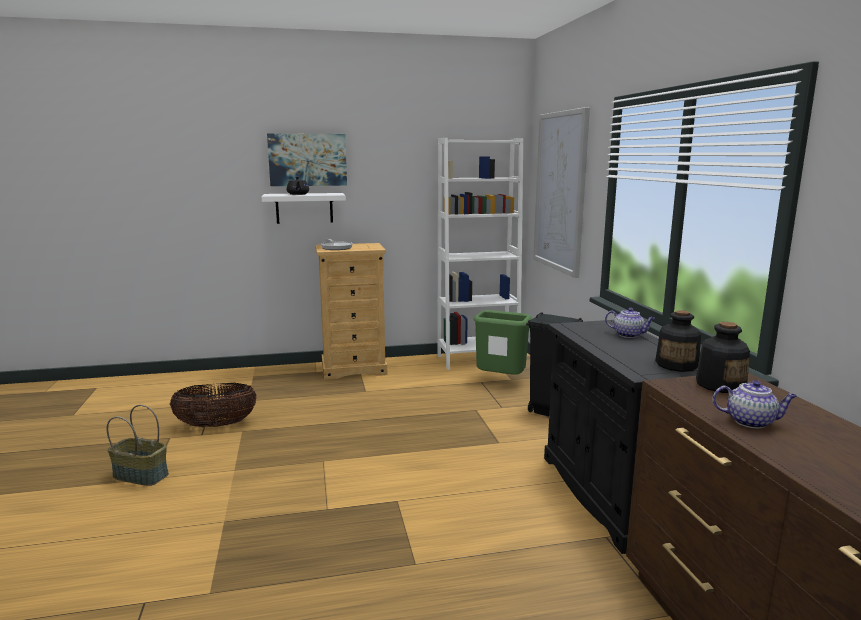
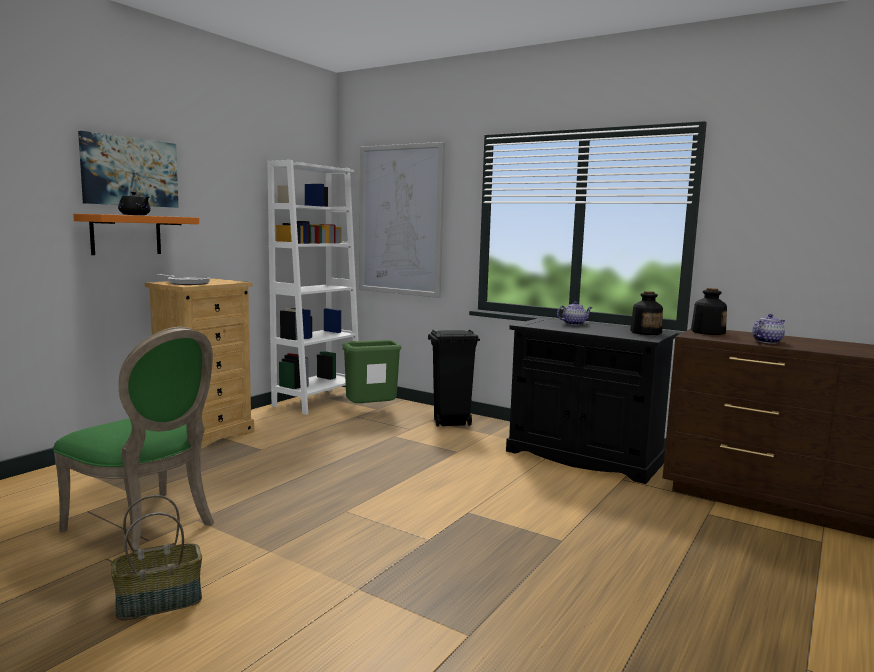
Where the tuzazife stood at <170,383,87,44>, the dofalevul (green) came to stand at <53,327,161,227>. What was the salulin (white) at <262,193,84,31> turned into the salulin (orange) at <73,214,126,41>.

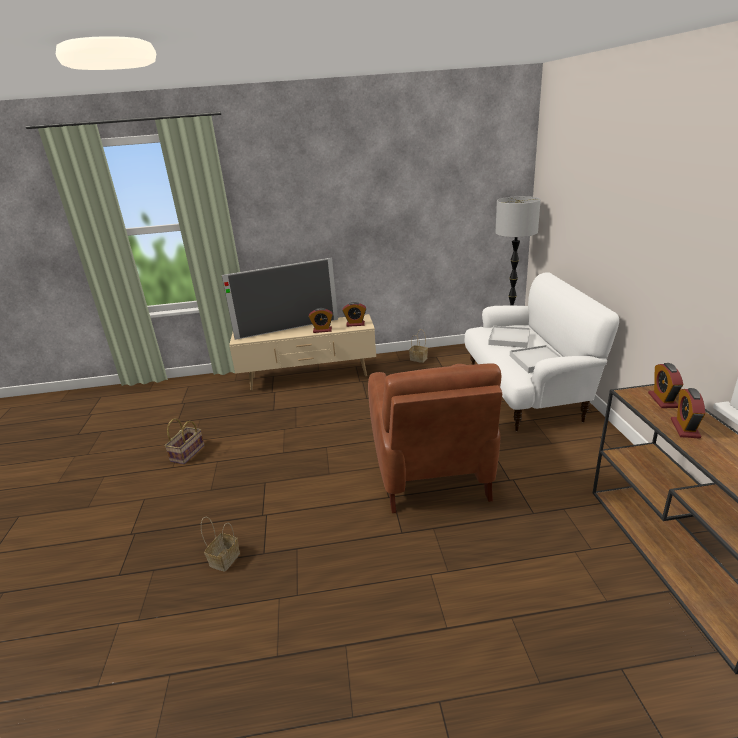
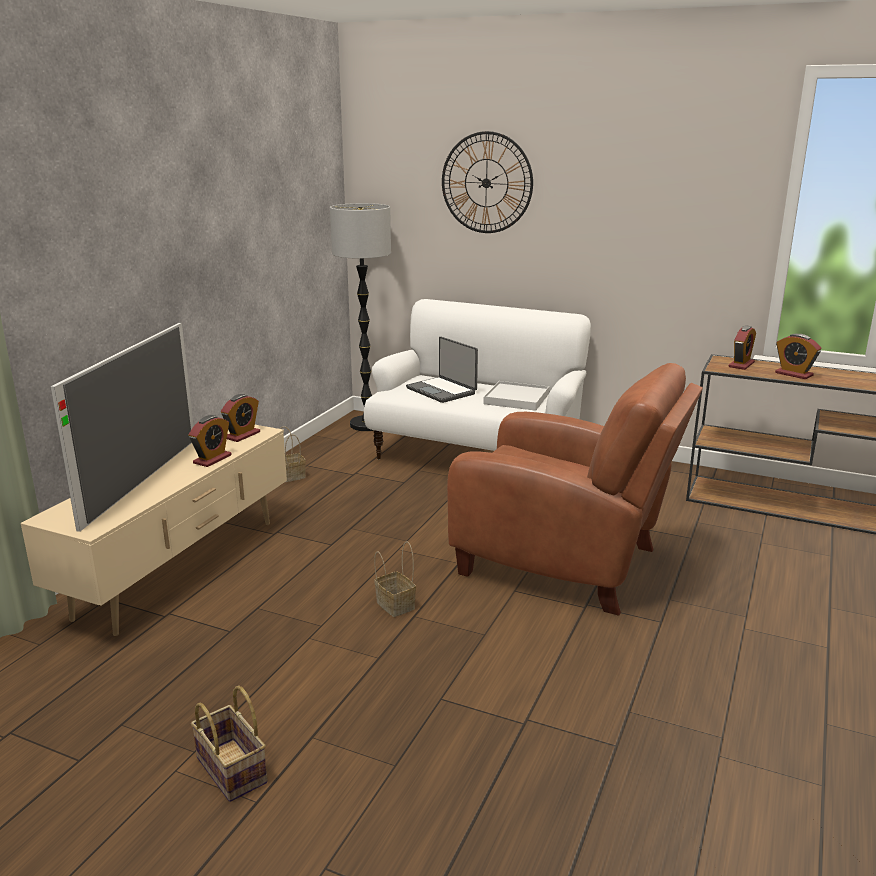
The tuzazife ended up elsewhere, having gone from <201,517,39,55> to <374,542,42,75>. Where the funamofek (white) stood at <488,326,42,22>, the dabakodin came to stand at <406,337,72,66>. The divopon at <648,363,35,45> ended up facing another way, 90 degrees counterclockwise from before. The second view gained the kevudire at <442,131,91,102>.

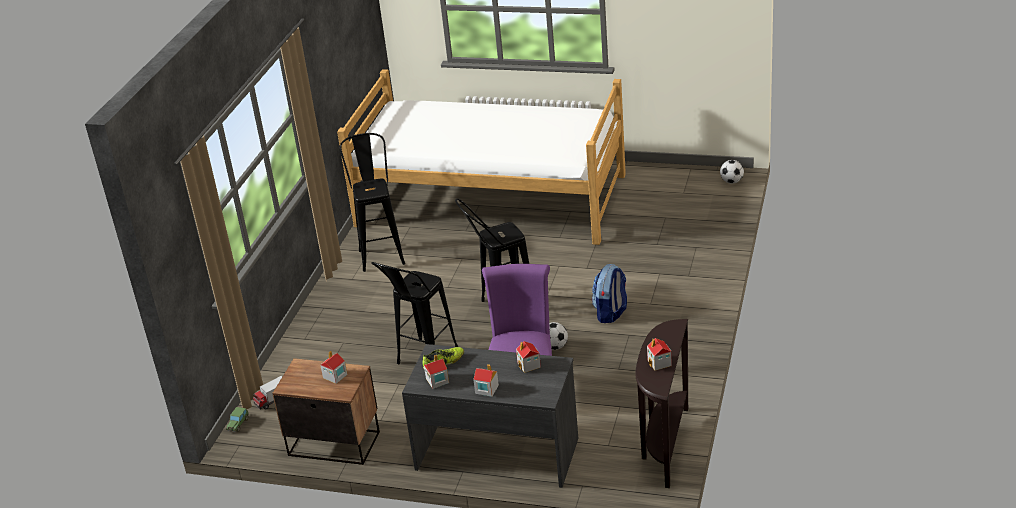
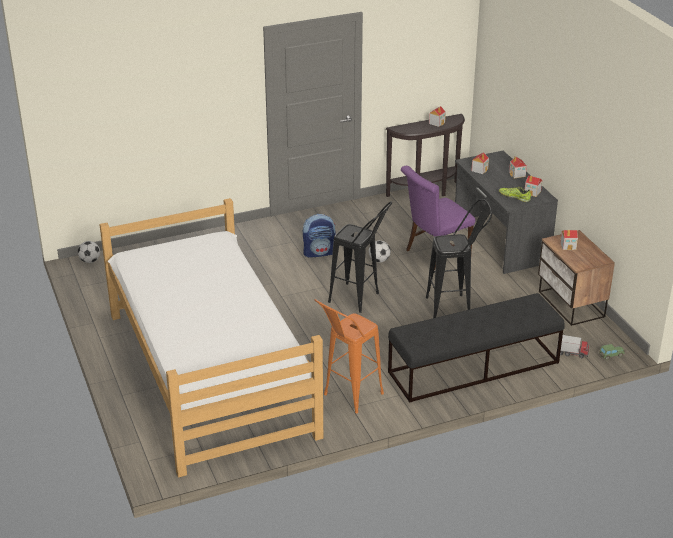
What was the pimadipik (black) at <340,133,65,139> turned into the pimadipik (orange) at <314,299,70,114>. The second view gained the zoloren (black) at <388,293,177,110>.

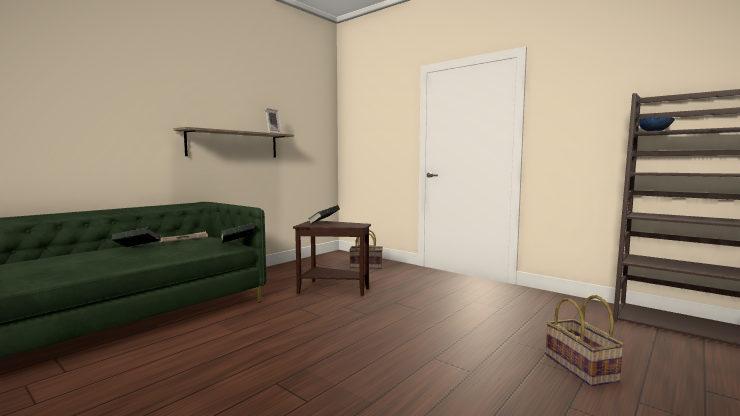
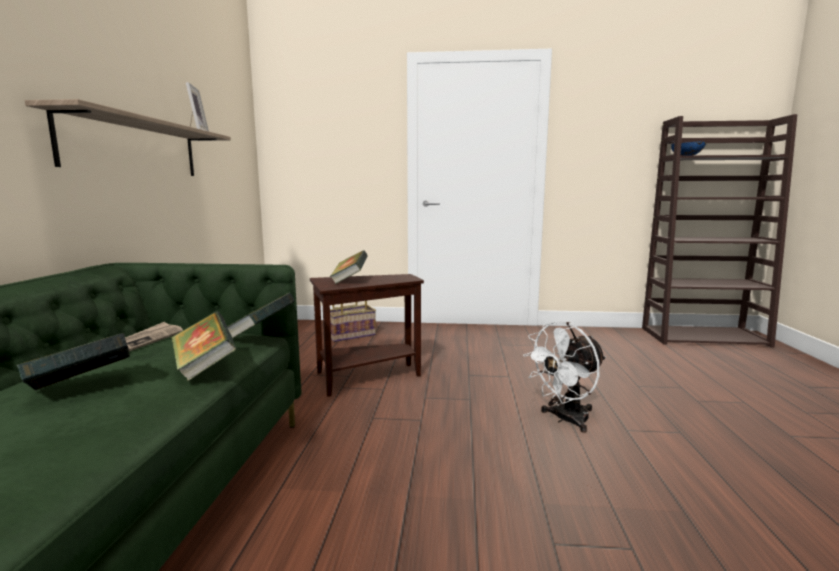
The second view lost the tuzazife at <546,295,78,92>. The second view gained the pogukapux at <171,311,66,70>. The second view gained the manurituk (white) at <523,321,83,112>.

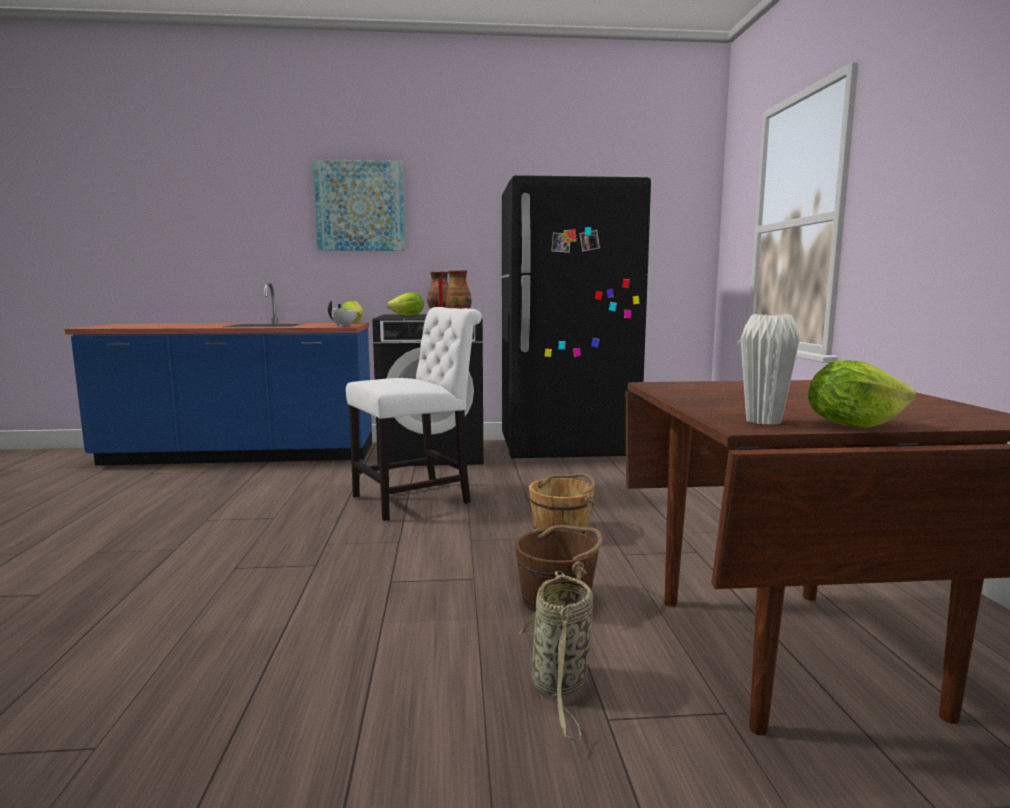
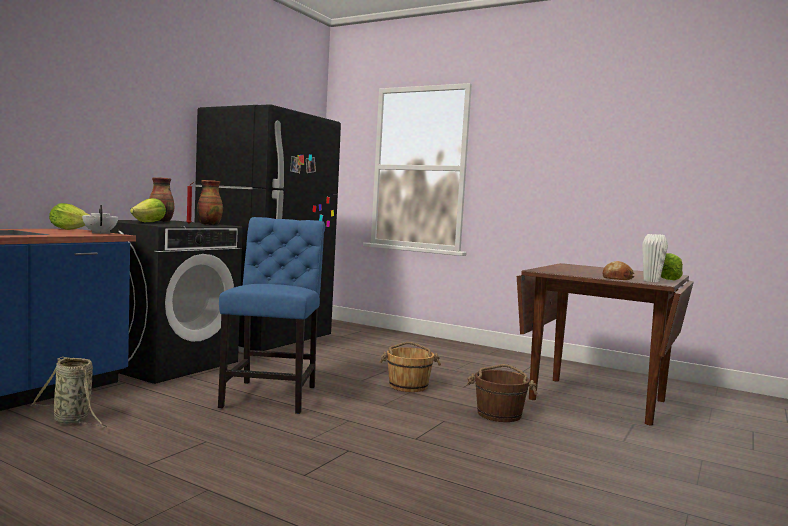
The second view lost the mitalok at <313,159,92,92>. What was the dofalevul (white) at <346,307,135,214> turned into the dofalevul (blue) at <218,217,107,197>. The tuzazife ended up elsewhere, having gone from <518,571,75,169> to <30,357,77,70>. The second view gained the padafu at <603,261,31,19>.

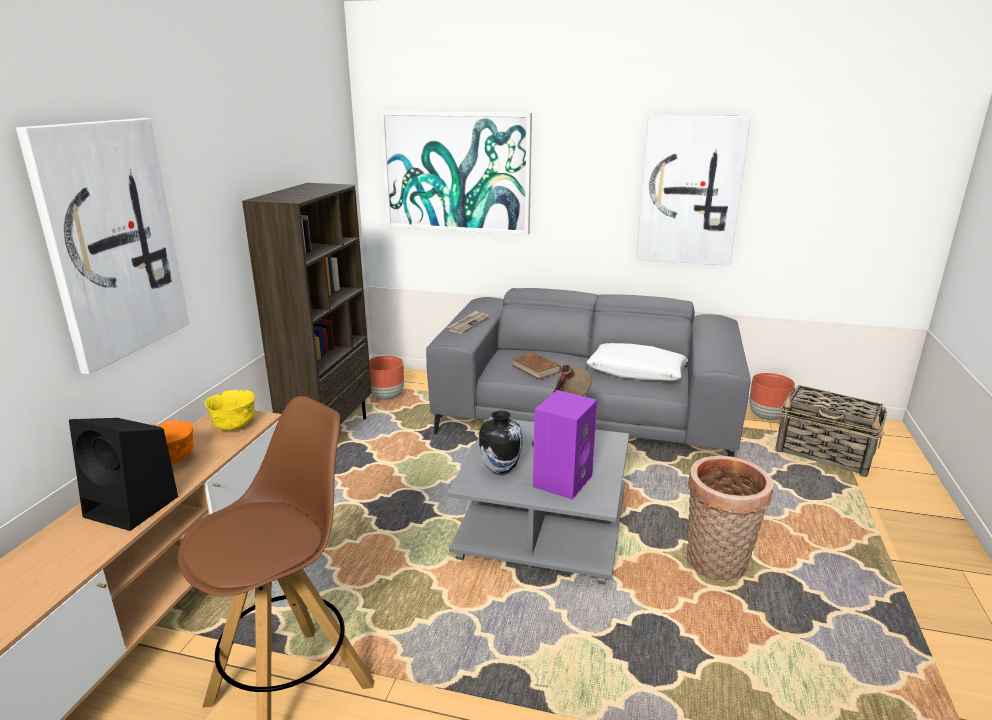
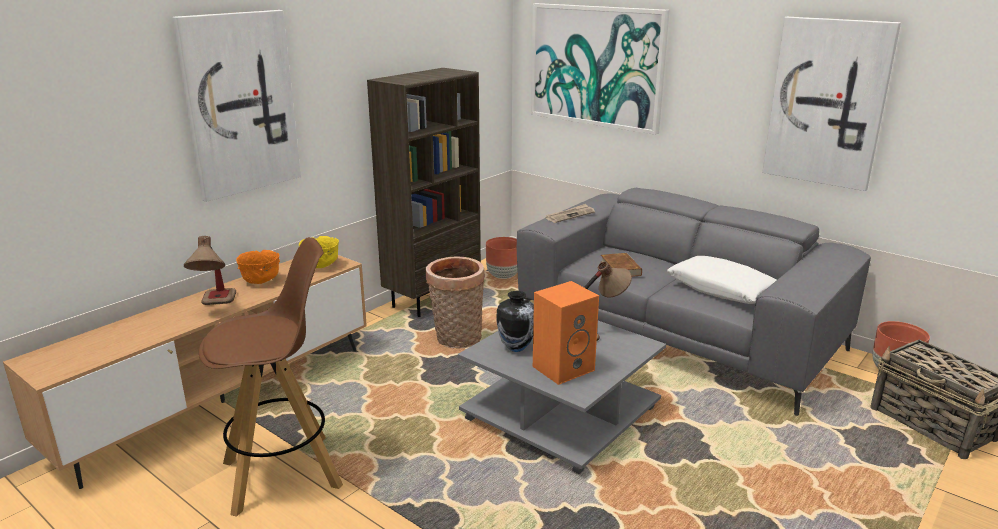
Where the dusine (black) stood at <69,418,109,113>, the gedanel came to stand at <184,236,52,69>. What was the dusine (purple) at <533,390,64,110> turned into the dusine (orange) at <533,281,66,104>. The tuzazife ended up elsewhere, having gone from <686,456,88,126> to <426,256,59,93>.

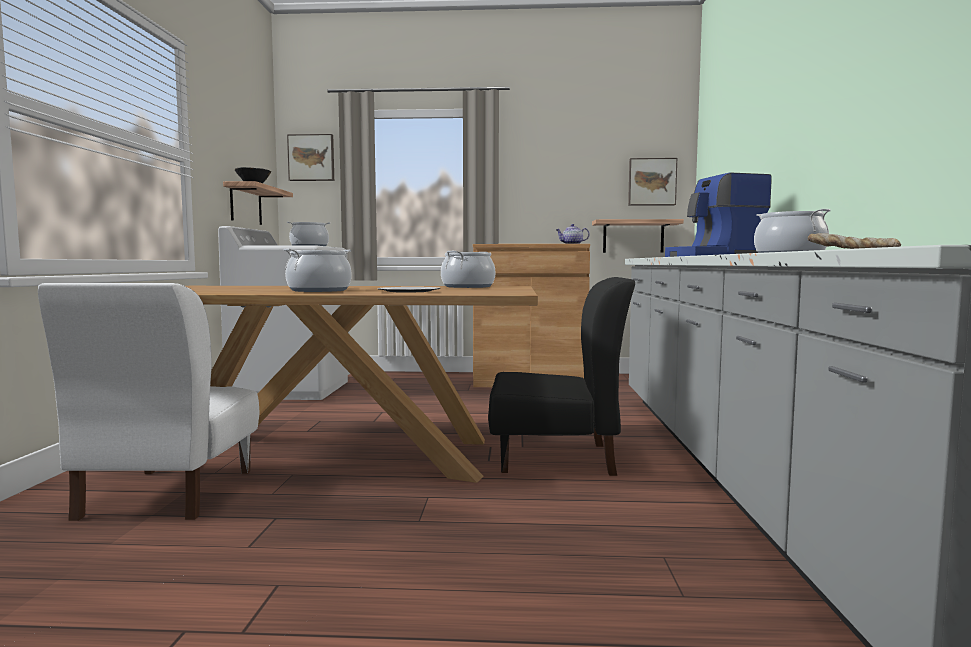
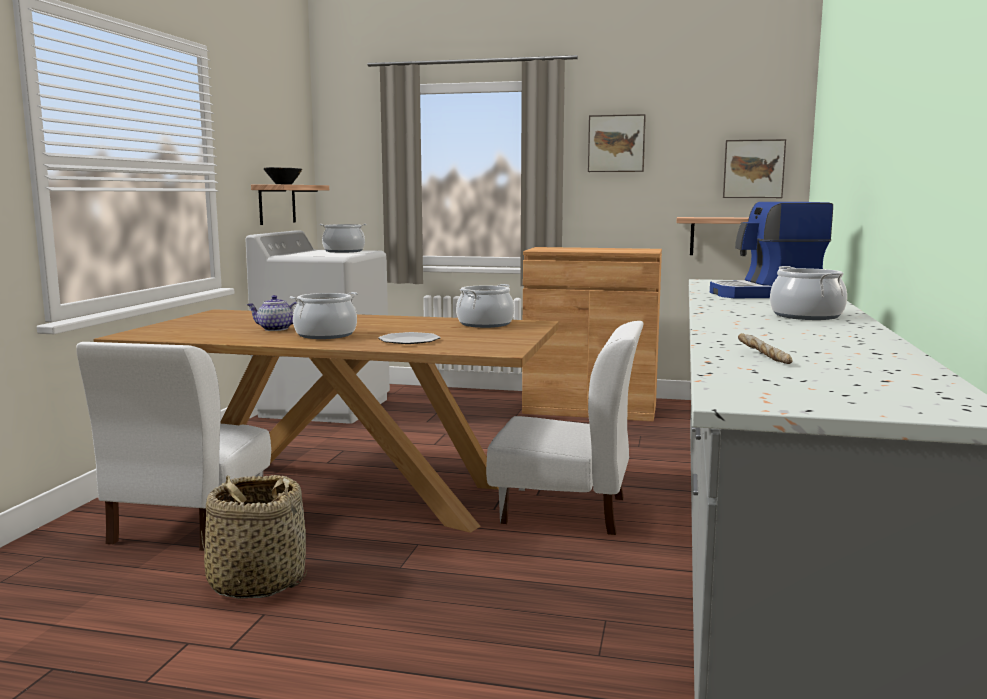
The mitalok ended up elsewhere, having gone from <287,134,47,47> to <588,114,58,58>. What was the dofalevul (black) at <488,277,147,199> turned into the dofalevul (white) at <486,321,157,214>. The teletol ended up elsewhere, having gone from <556,224,33,20> to <247,295,49,36>. The second view gained the tuzazife at <201,475,106,124>.

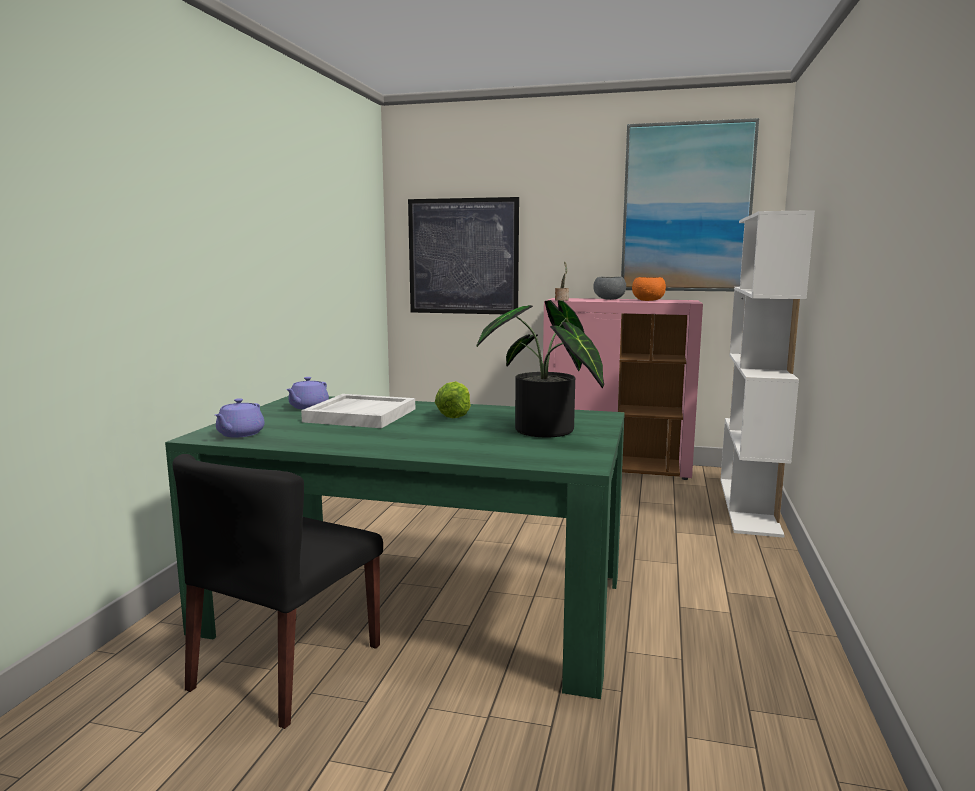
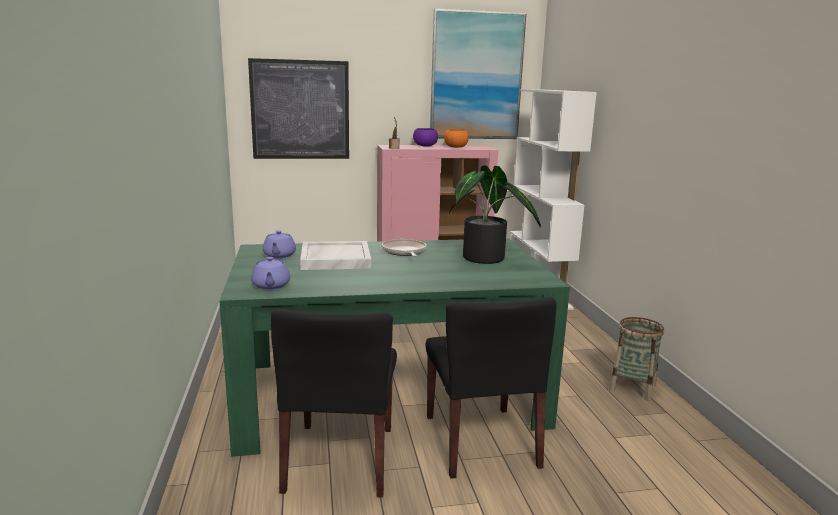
Where the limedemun stood at <435,381,36,37>, the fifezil came to stand at <382,239,44,18>. What was the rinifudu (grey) at <593,277,33,23> turned into the rinifudu (purple) at <413,128,25,19>. The second view gained the dofalevul (black) at <426,297,131,182>. The second view gained the tuzazife at <609,317,55,84>.

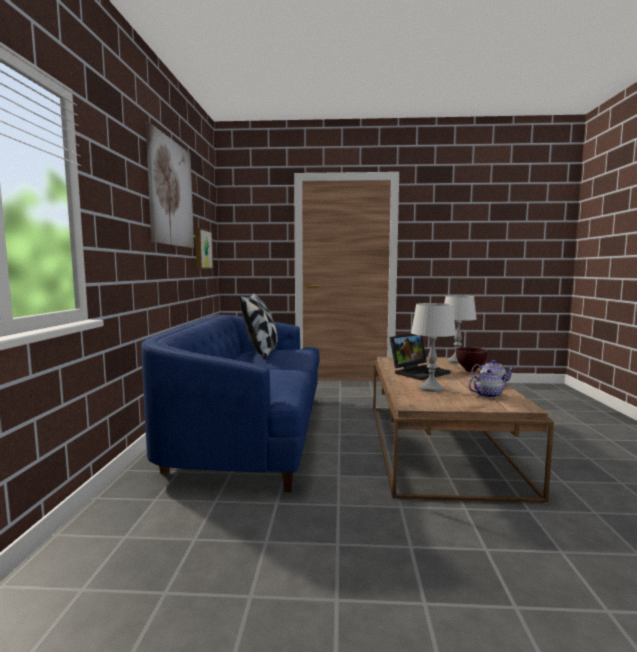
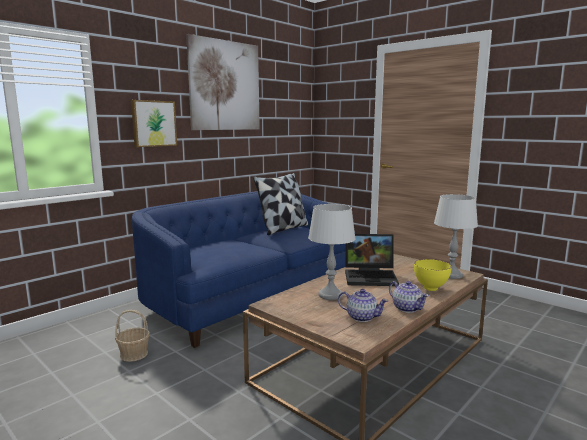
The mitalok ended up elsewhere, having gone from <195,228,18,41> to <131,100,46,47>. What was the rinifudu (brown) at <456,347,31,25> turned into the rinifudu (yellow) at <414,259,38,32>. The second view gained the tuzazife at <115,310,35,52>.

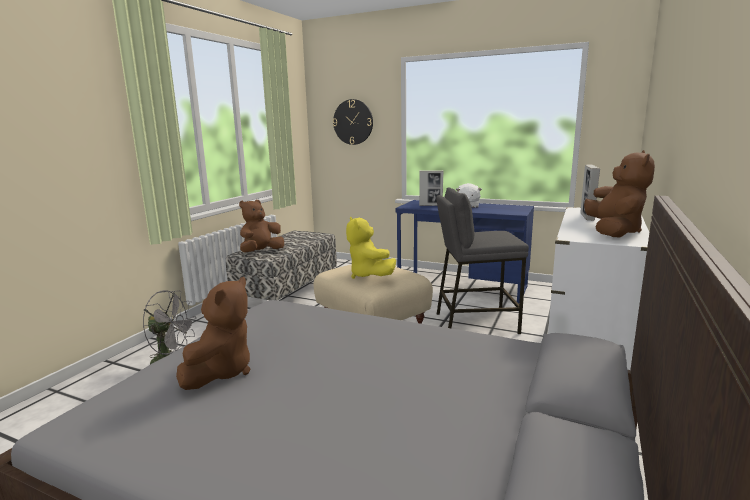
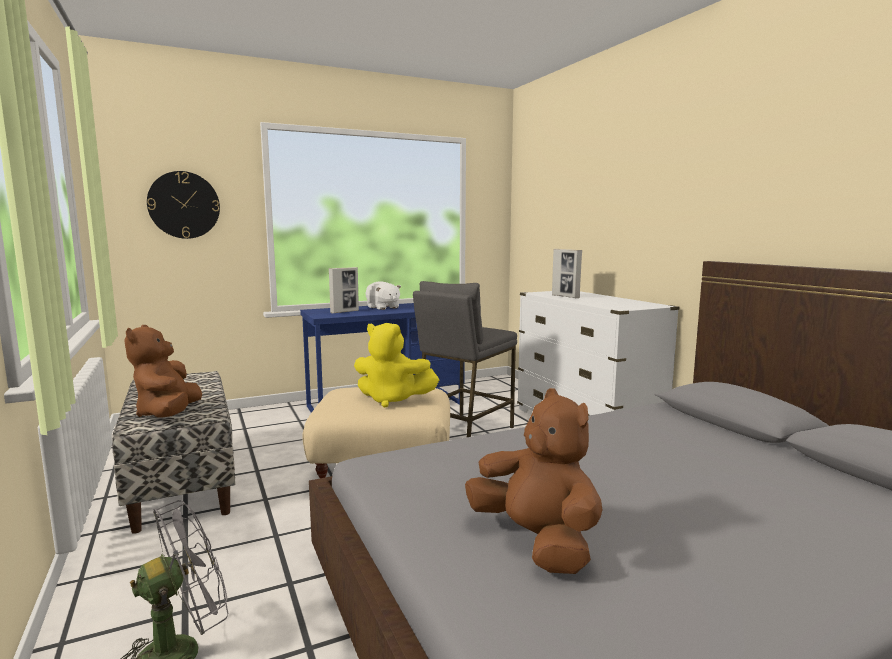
The second view lost the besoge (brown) at <584,150,71,87>.

